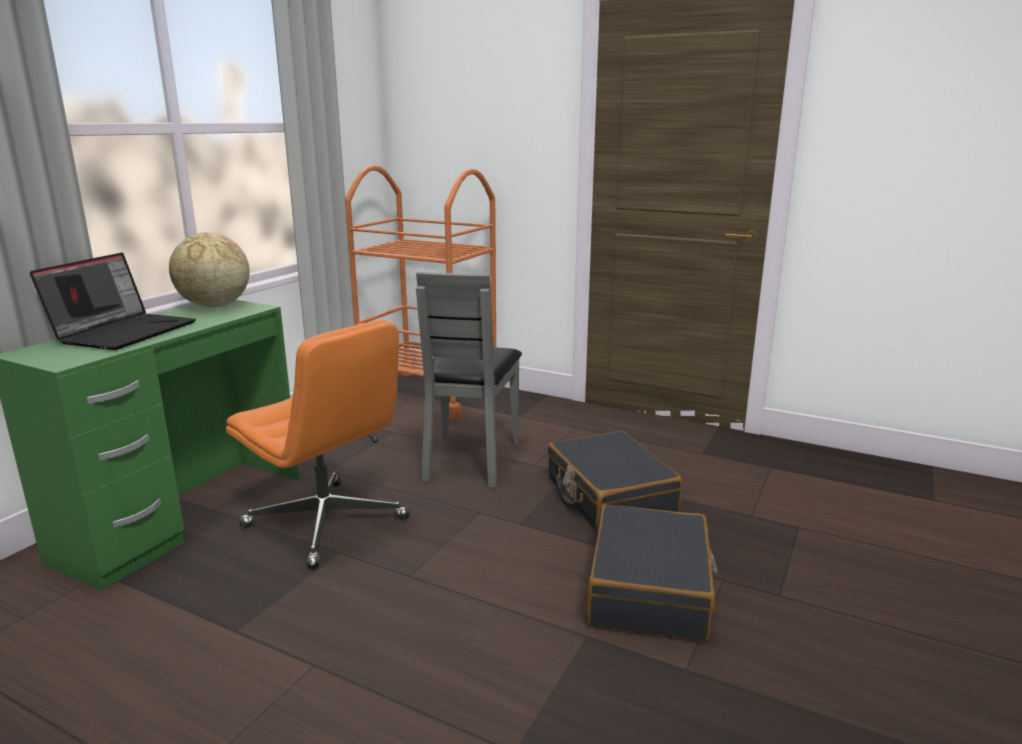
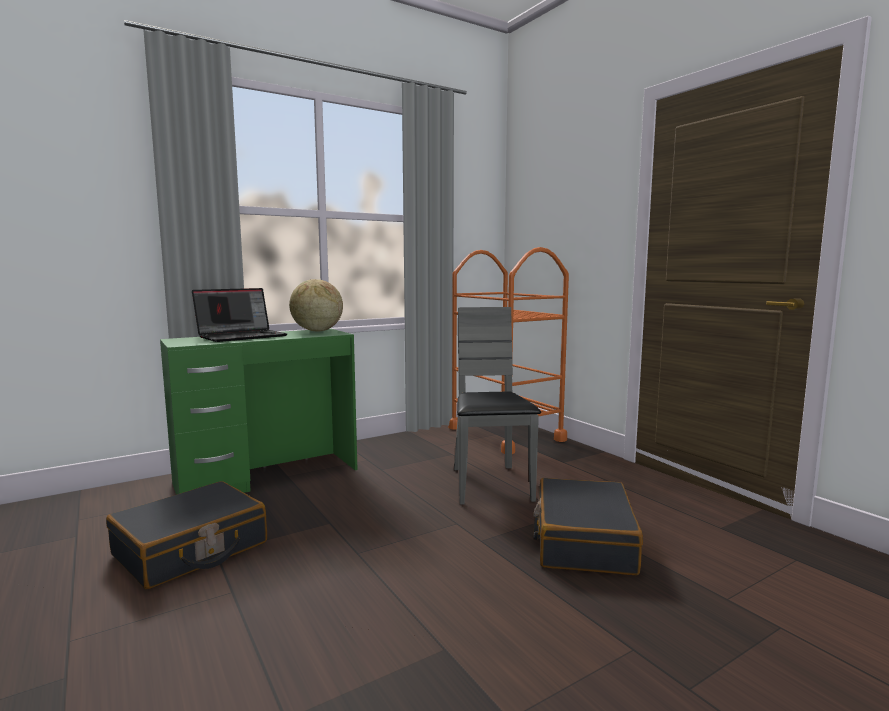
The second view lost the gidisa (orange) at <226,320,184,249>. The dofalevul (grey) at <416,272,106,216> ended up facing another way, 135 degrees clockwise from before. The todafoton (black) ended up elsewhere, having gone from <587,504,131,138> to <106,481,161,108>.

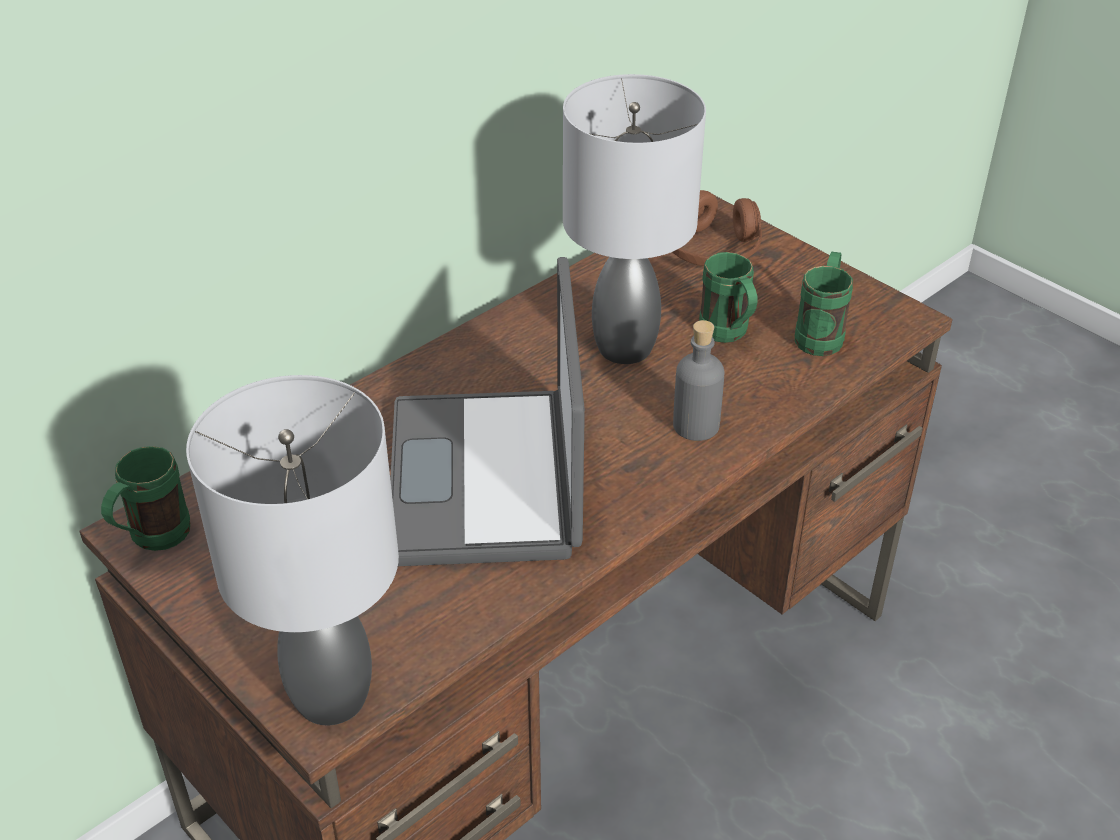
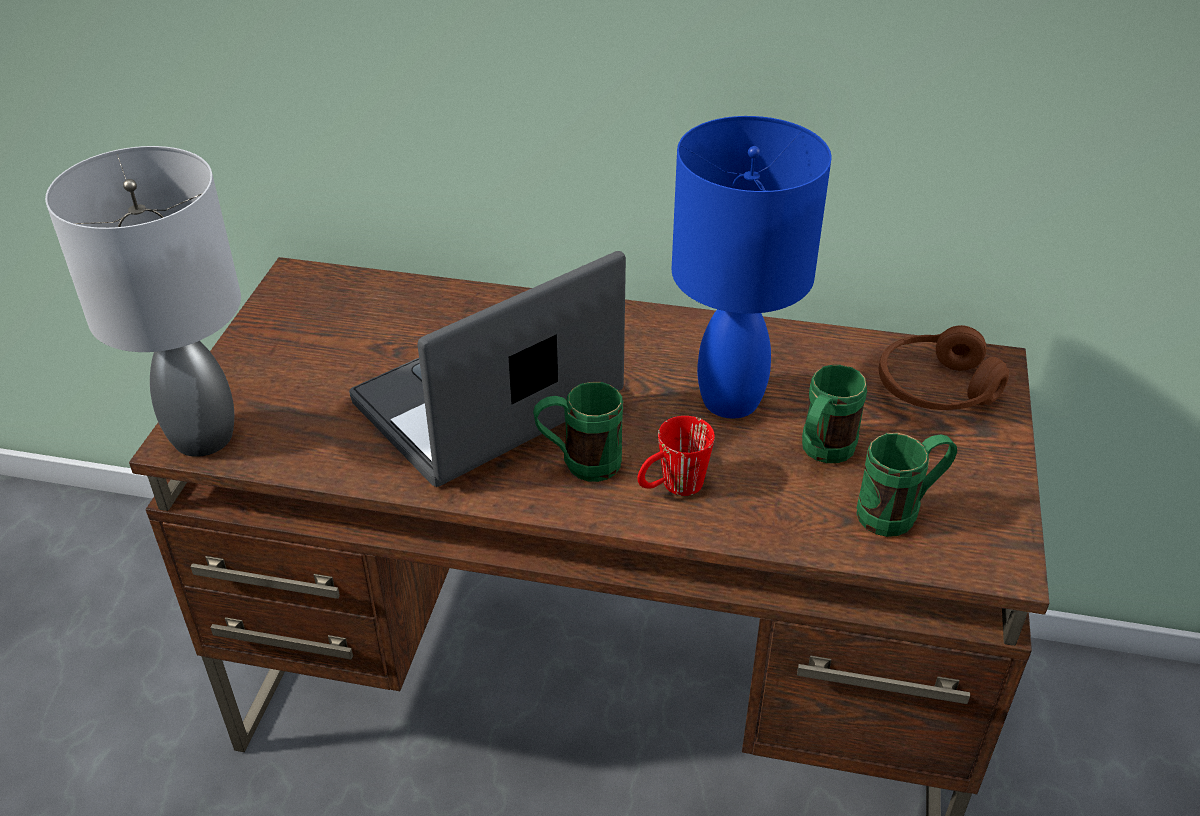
The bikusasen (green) ended up elsewhere, having gone from <101,446,89,105> to <533,382,90,100>. What was the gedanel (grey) at <563,74,143,290> turned into the gedanel (blue) at <672,116,160,303>. Where the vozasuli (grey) stood at <673,320,51,121>, the bikusasen (red) came to stand at <637,416,78,80>.

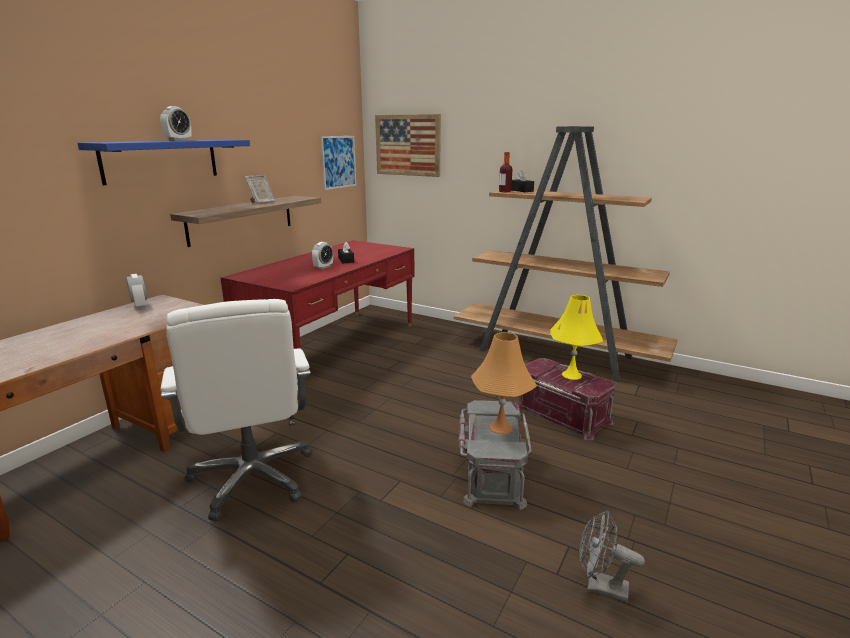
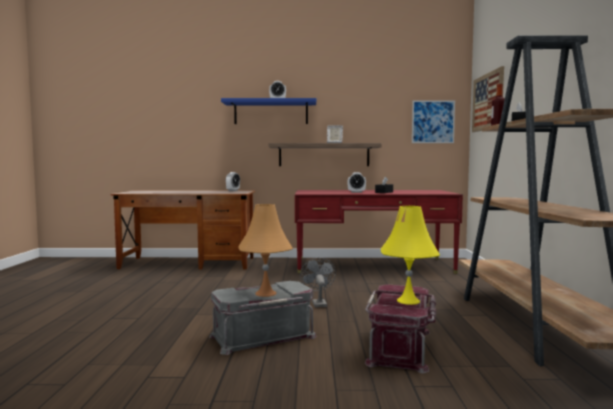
The second view lost the gidisa (white) at <161,299,152,222>. The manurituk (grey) ended up elsewhere, having gone from <579,510,66,92> to <300,257,36,51>.

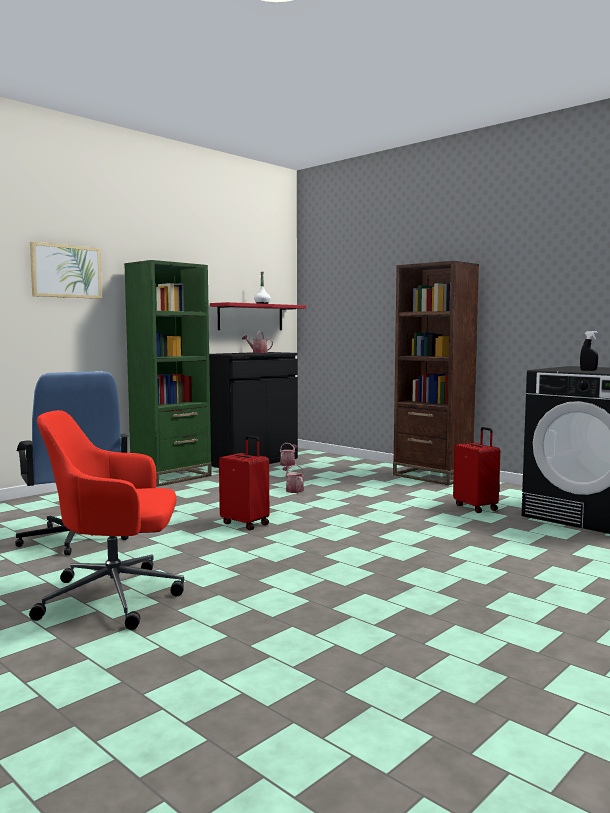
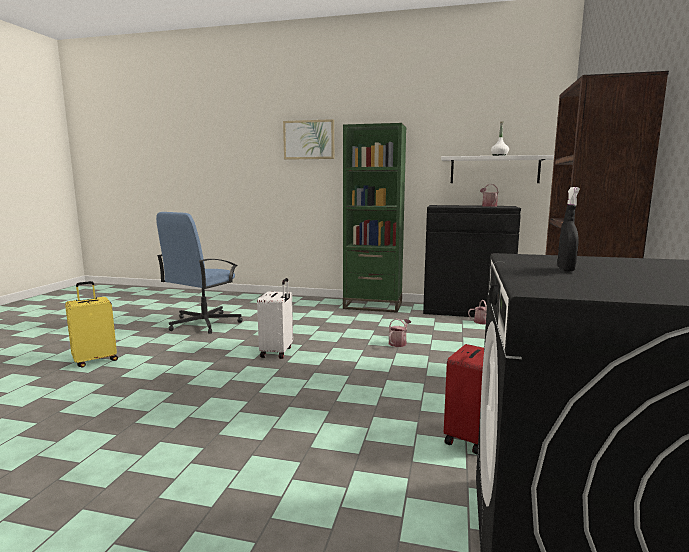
Where the gidisa (red) stood at <29,411,155,219>, the todafoton (yellow) came to stand at <65,281,53,86>. What was the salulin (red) at <210,302,96,28> turned into the salulin (white) at <441,155,113,28>. What was the todafoton (red) at <219,435,50,95> turned into the todafoton (white) at <257,278,36,81>.

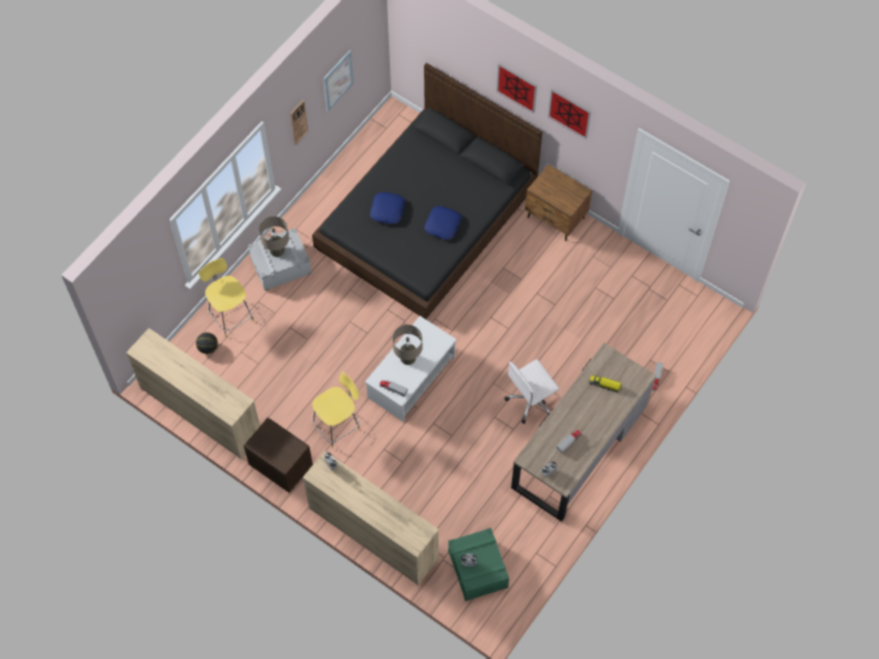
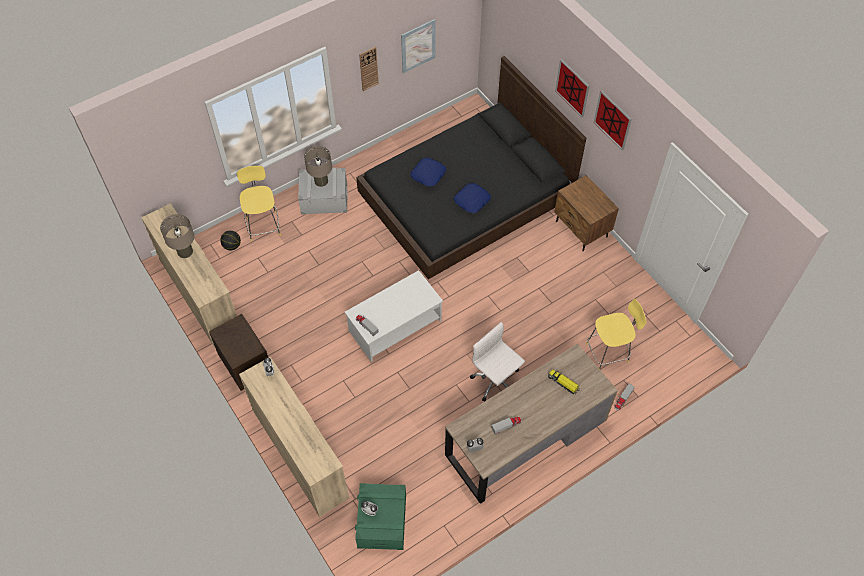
The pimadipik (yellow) ended up elsewhere, having gone from <312,372,48,77> to <586,298,61,71>. The gedanel (beige) ended up elsewhere, having gone from <392,325,31,40> to <160,214,35,44>. The gidisa (white) at <504,359,56,65> ended up facing another way, 60 degrees clockwise from before.

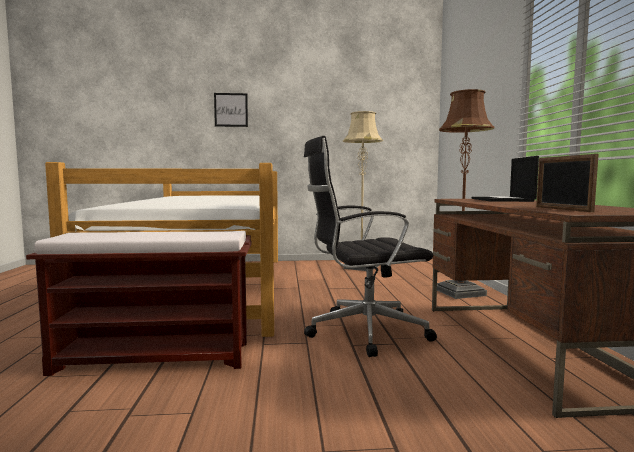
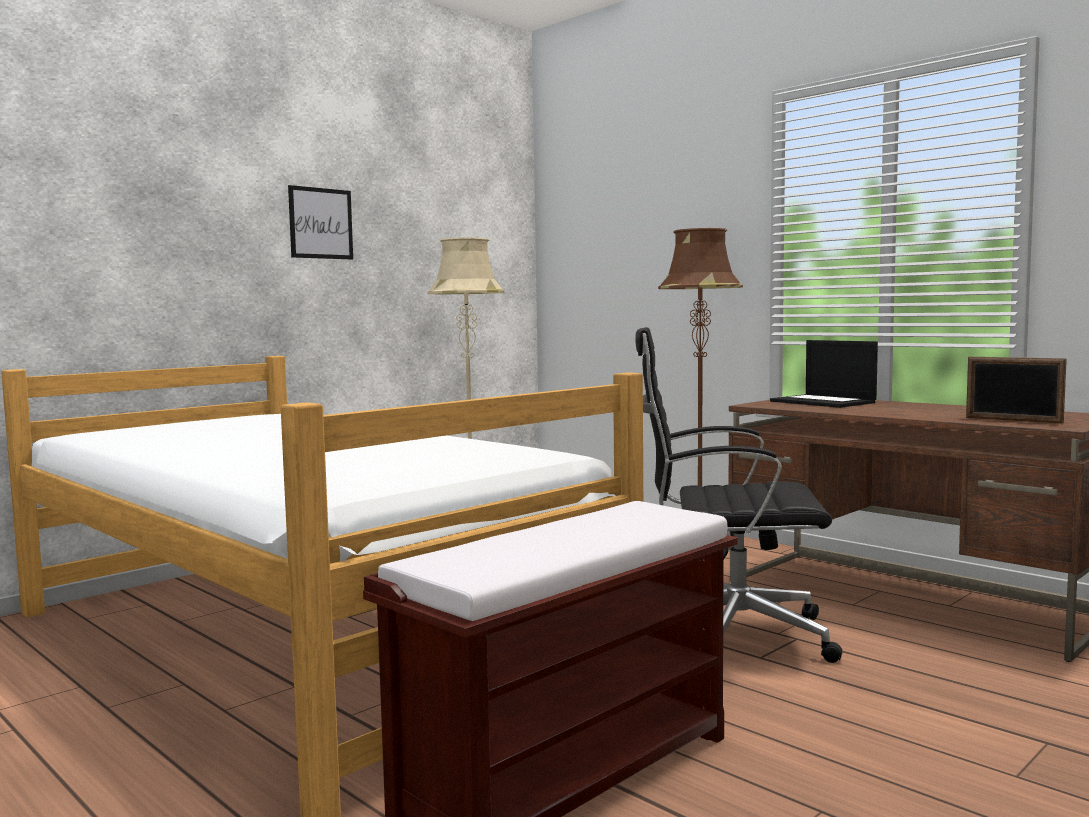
The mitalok ended up elsewhere, having gone from <214,93,34,34> to <288,185,65,74>. The gidisa (black) at <304,136,133,221> ended up facing another way, 60 degrees clockwise from before.

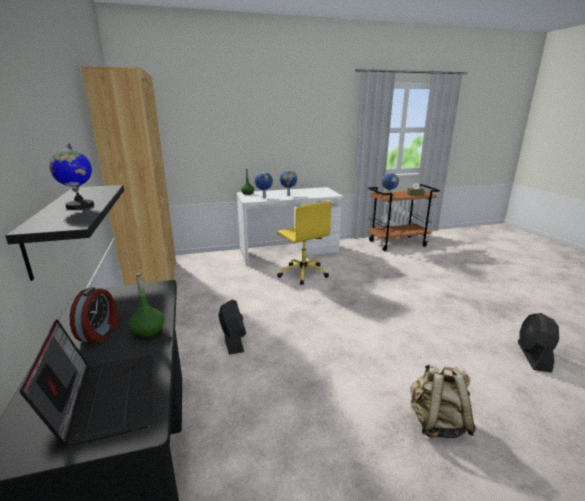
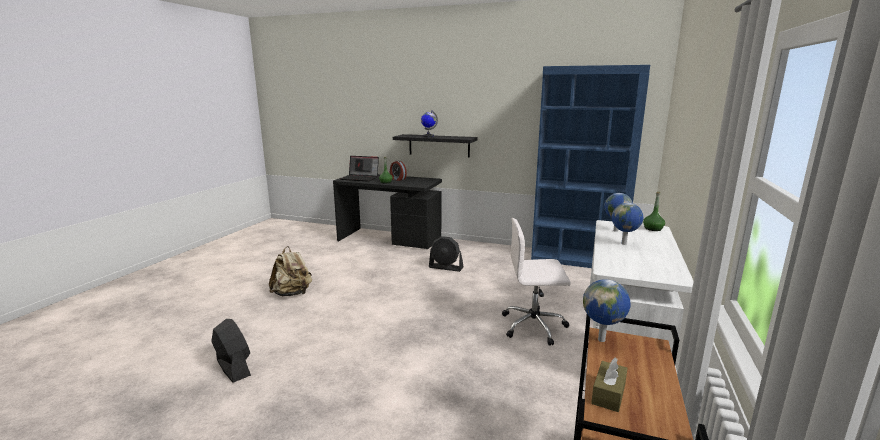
What was the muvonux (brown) at <81,66,95,220> turned into the muvonux (blue) at <531,65,119,203>. What was the gidisa (yellow) at <277,201,55,84> turned into the gidisa (white) at <502,218,69,128>.

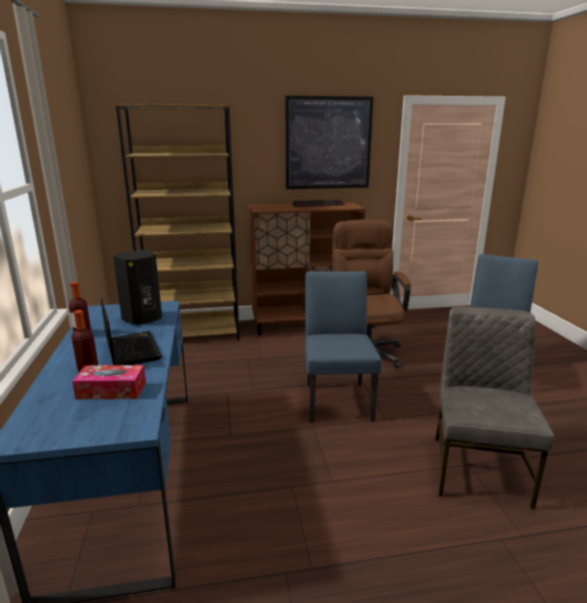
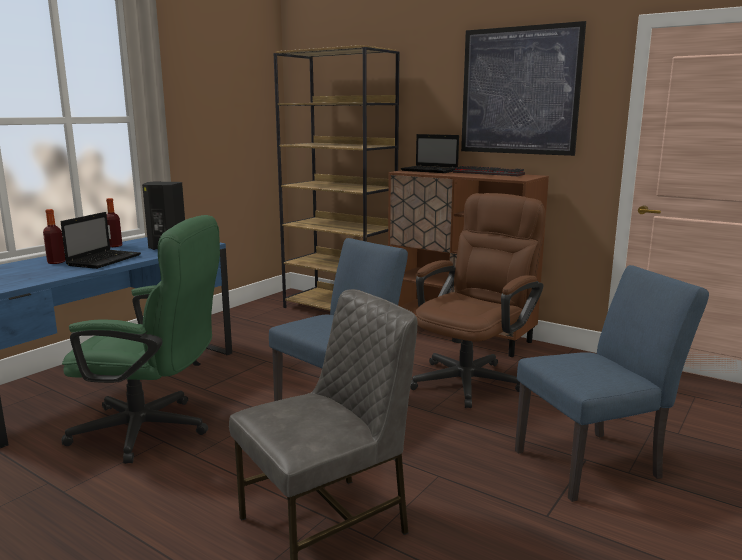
The second view lost the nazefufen at <72,365,74,34>. The second view gained the gidisa (green) at <61,215,159,249>. The second view gained the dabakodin at <401,134,58,39>.

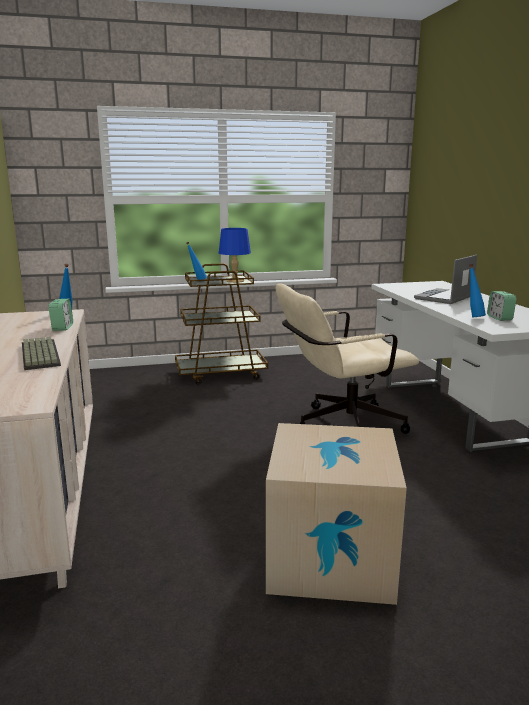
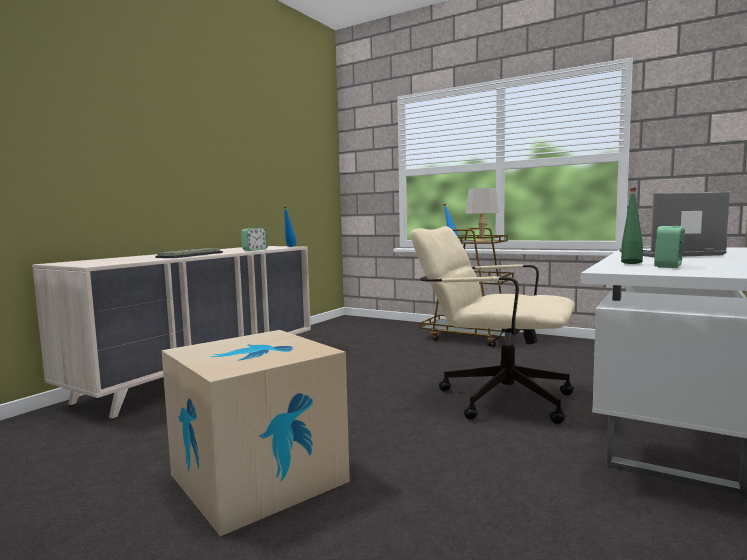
What was the gedanel (blue) at <219,228,32,55> turned into the gedanel (grey) at <466,188,33,54>. What was the vozasuli (blue) at <469,264,17,53> turned into the vozasuli (green) at <621,188,22,76>.

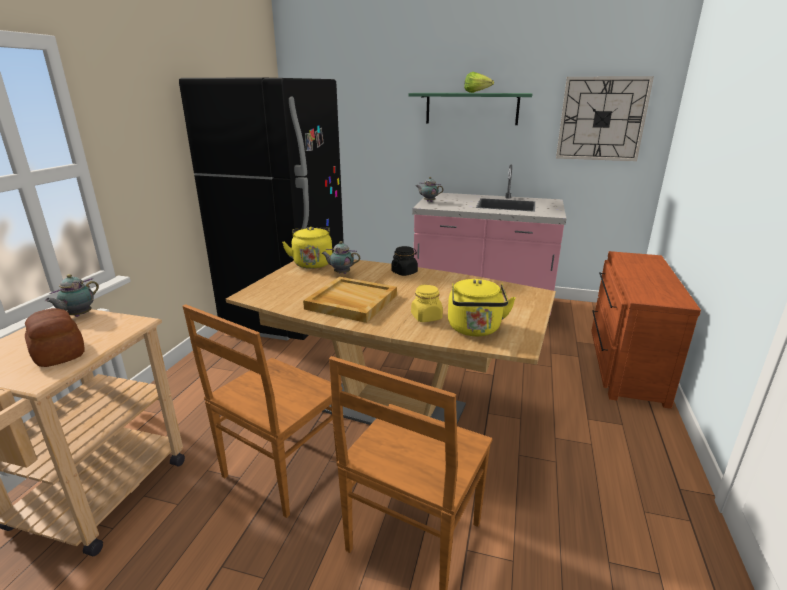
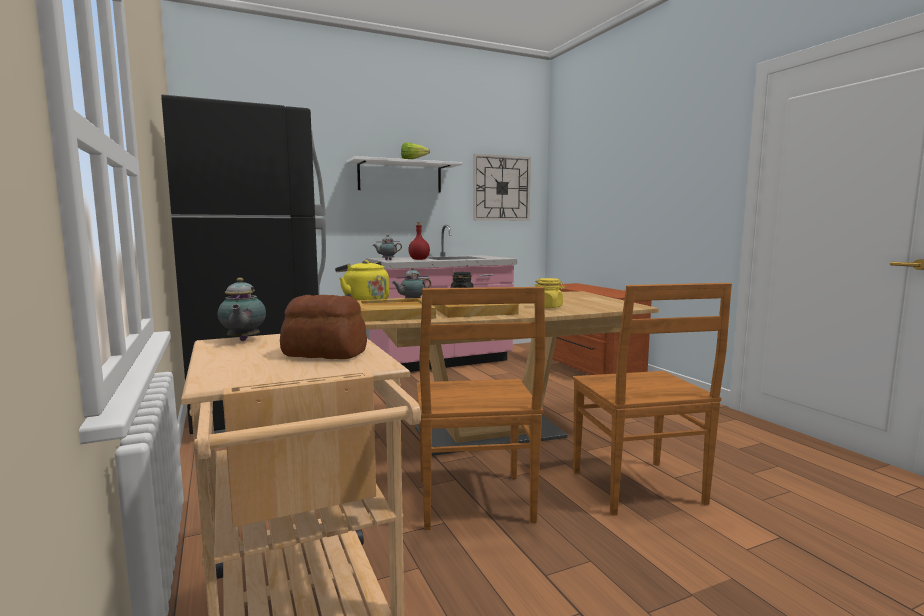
What was the salulin (green) at <408,93,125,32> turned into the salulin (white) at <346,156,117,37>. The second view lost the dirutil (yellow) at <448,279,68,57>. The second view gained the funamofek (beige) at <356,298,80,24>. The second view gained the vozasuli (red) at <408,222,22,38>.

